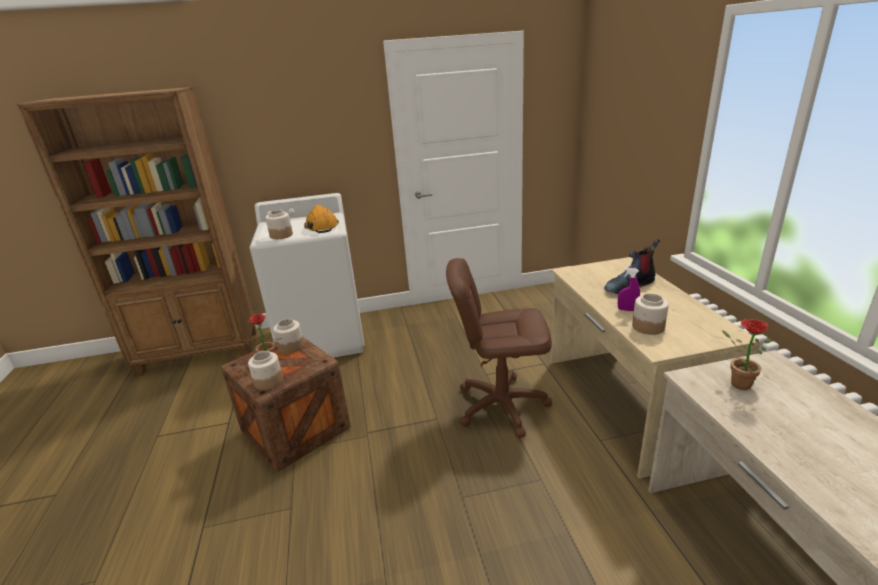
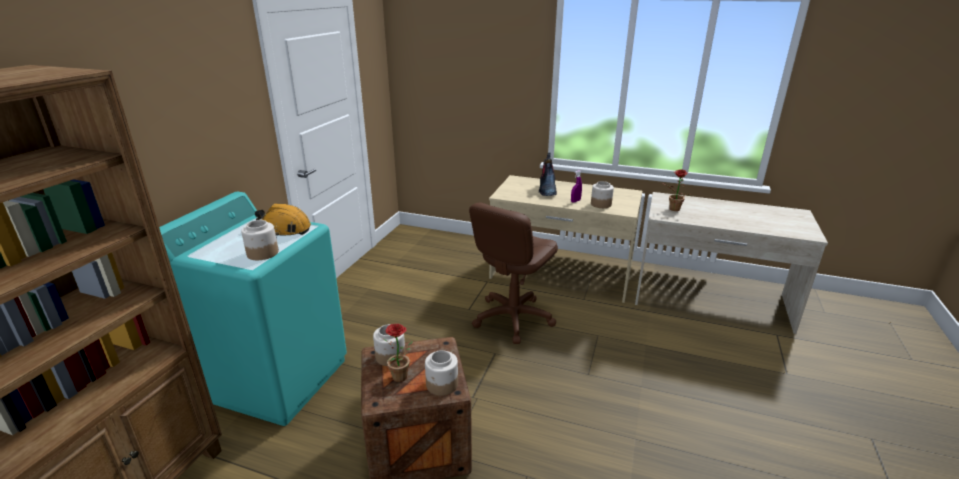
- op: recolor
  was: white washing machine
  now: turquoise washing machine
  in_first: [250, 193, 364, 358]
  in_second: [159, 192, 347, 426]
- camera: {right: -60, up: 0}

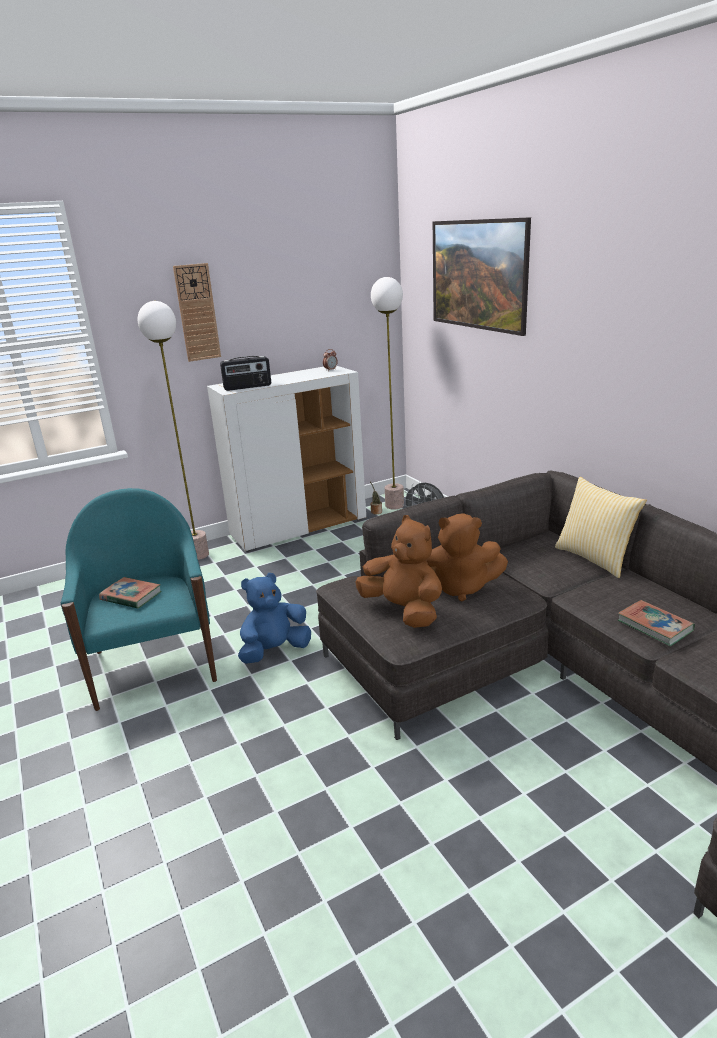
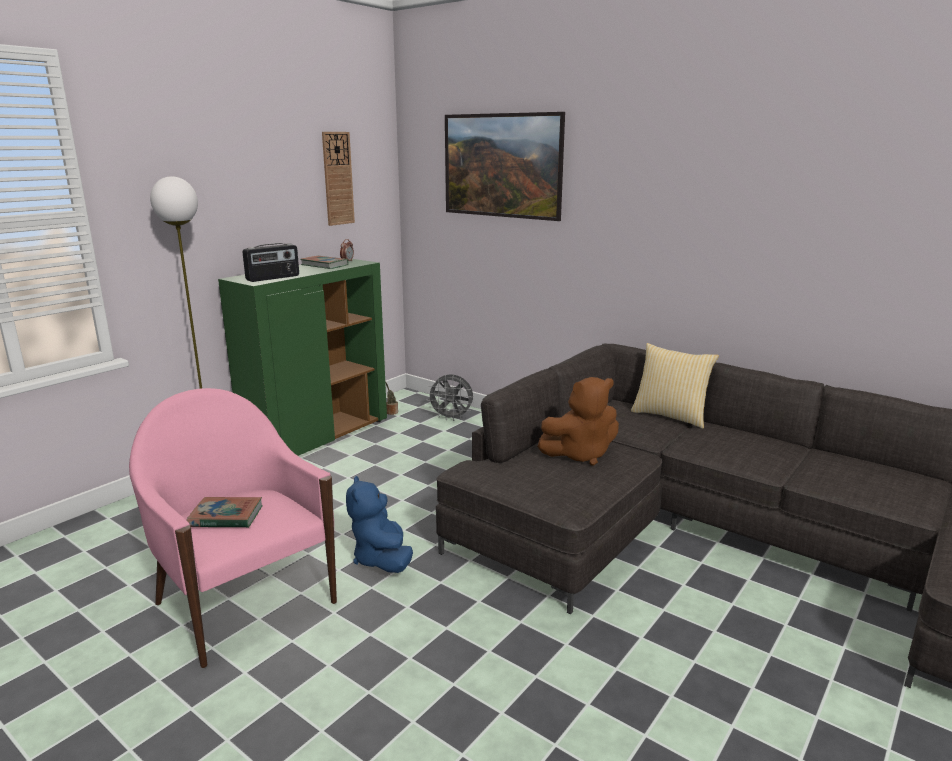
- op: recolor
  was: turquoise armchair
  now: pink armchair
  in_first: [61, 488, 217, 711]
  in_second: [129, 388, 337, 668]
- op: move
  was: wall clock
  in_first: [173, 263, 221, 362]
  in_second: [322, 132, 355, 226]
- op: recolor
  was: white cabinet
  now: green cabinet
  in_first: [207, 366, 366, 552]
  in_second: [218, 259, 387, 456]
- op: rotate
  was: blue plush toy
  in_first: [238, 573, 311, 664]
  in_second: [346, 476, 413, 573]
  clockwise: -45
- op: delete
  was: brown plush toy
  in_first: [355, 515, 442, 628]
- op: delete
  was: floor lamp
  in_first: [371, 277, 404, 509]
- op: move
  was: book
  in_first: [618, 600, 695, 646]
  in_second: [300, 256, 349, 269]
- camera: {right: -25, up: -5}

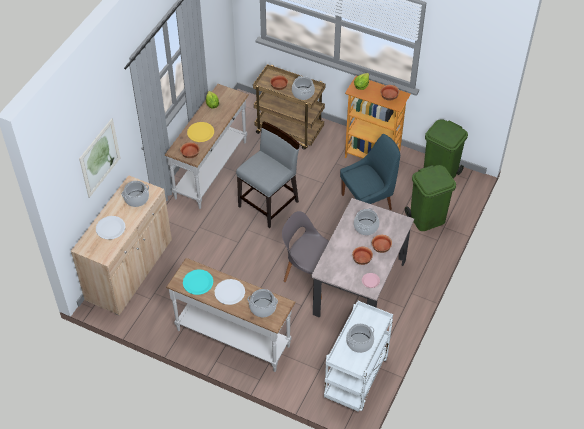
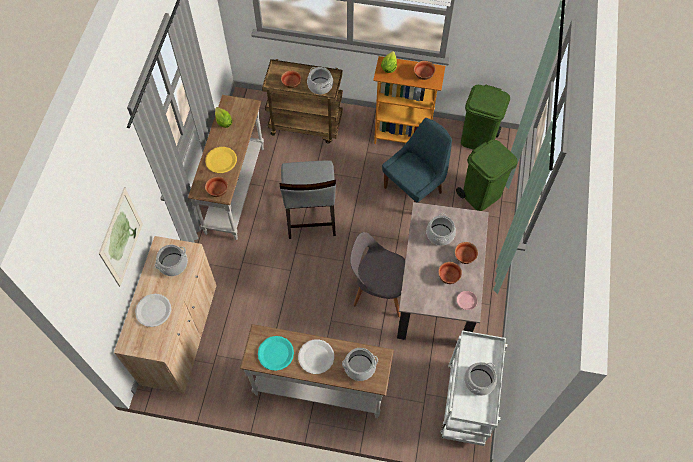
- op: rotate
  was: grey chair
  in_first: [236, 121, 300, 228]
  in_second: [280, 160, 336, 239]
  clockwise: 150
- camera: {right: -15, up: 10}

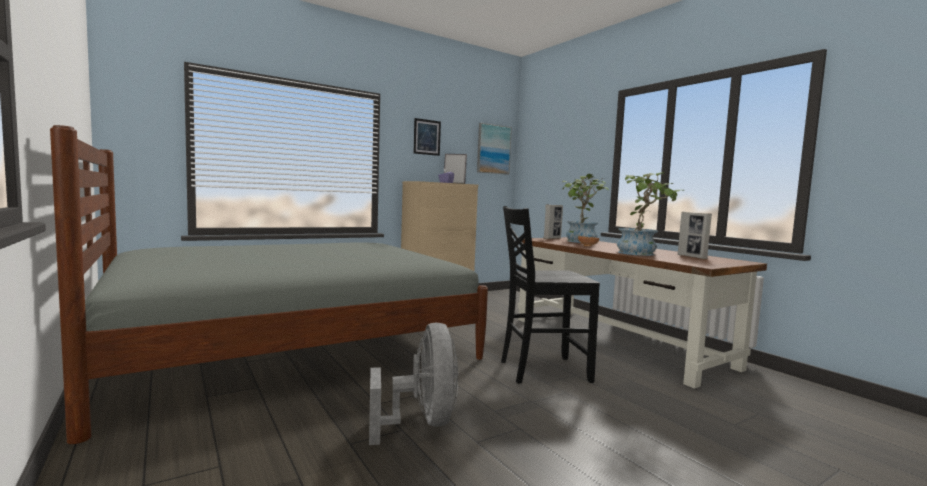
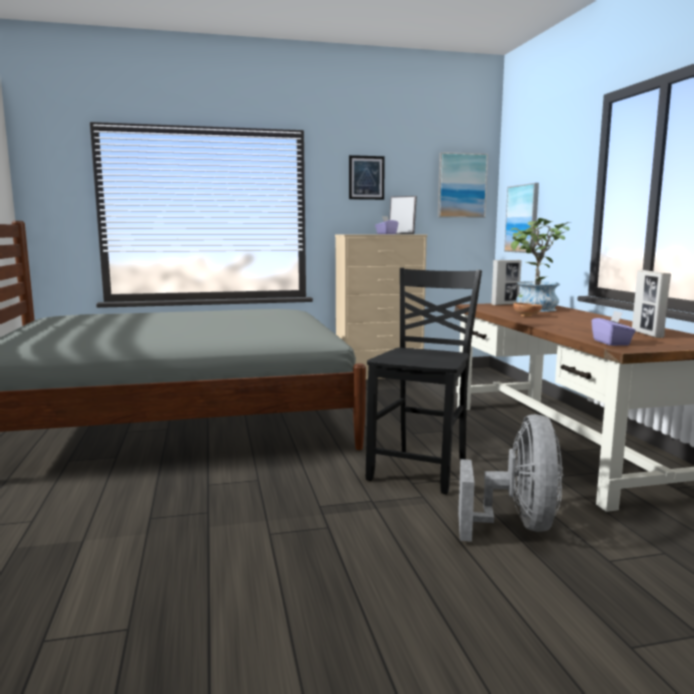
- op: move
  was: grey fan
  in_first: [369, 322, 459, 445]
  in_second: [458, 414, 563, 542]
- op: rotate
  was: black chair
  in_first: [501, 206, 600, 384]
  in_second: [366, 268, 482, 495]
  clockwise: 105
- op: delete
  was: potted plant
  in_first: [617, 172, 680, 256]
- op: insert
  now: picture
  in_second: [504, 183, 539, 253]
- op: insert
  now: purple tissue box
  in_second: [592, 311, 636, 346]
- camera: {right: 20, up: 5}

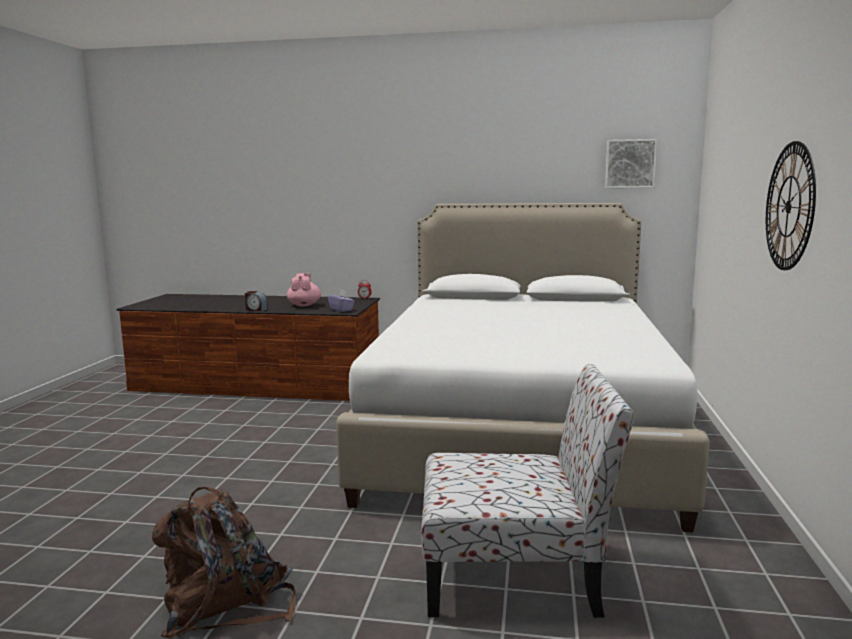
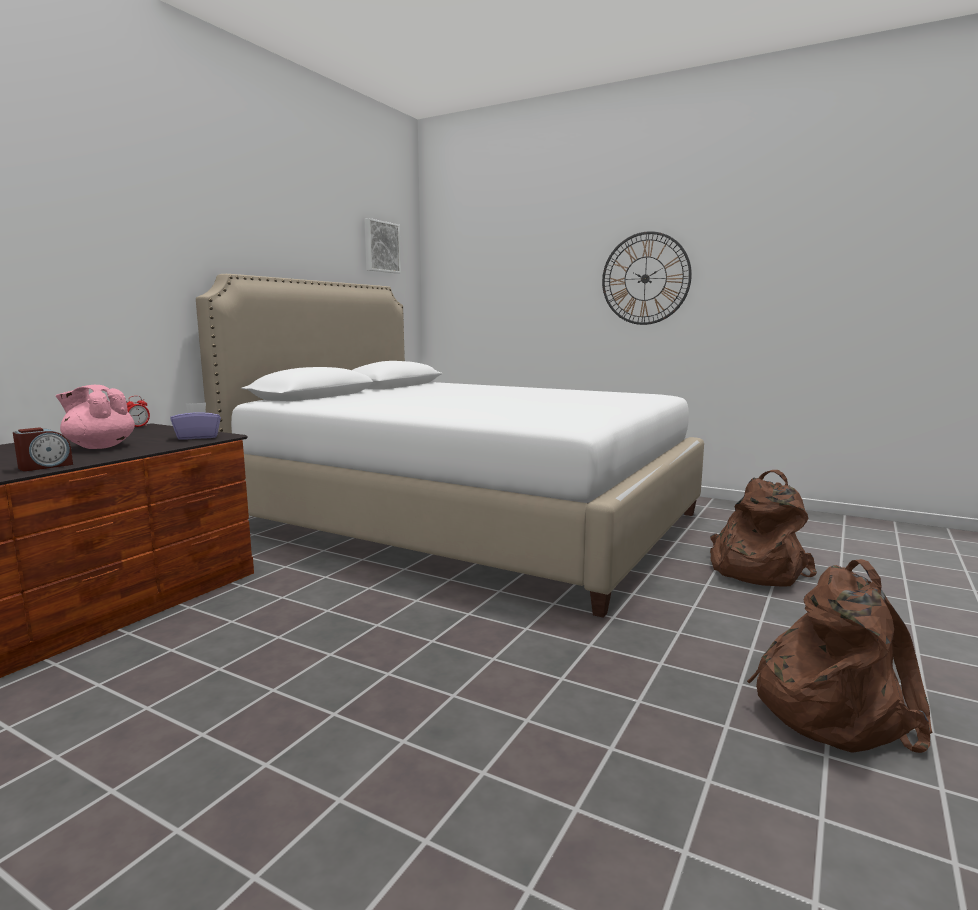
- op: replace
  was: chair
  now: brown backpack
  in_first: [421, 364, 634, 618]
  in_second: [710, 470, 817, 587]
- camera: {right: -70, up: 0}

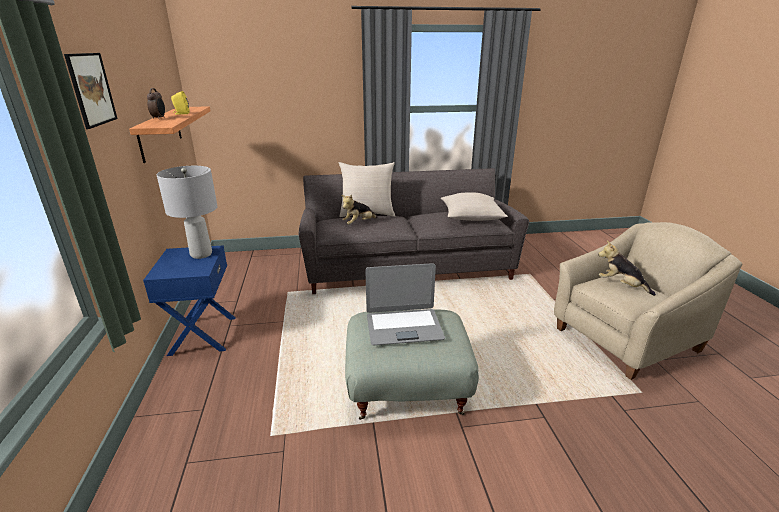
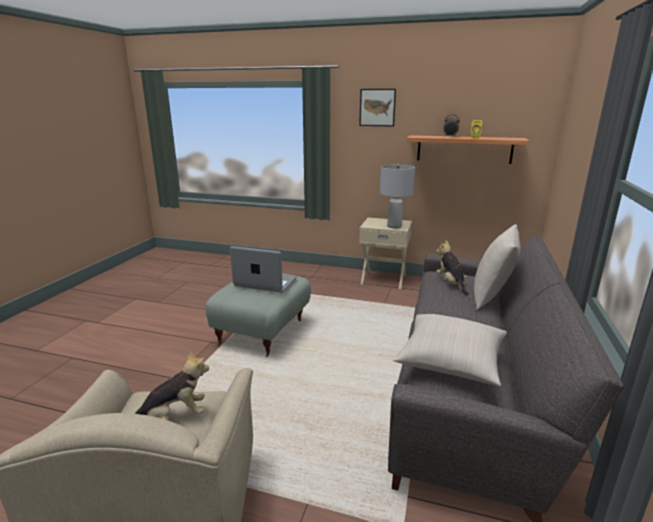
- op: recolor
  was: blue nightstand
  now: beige nightstand
  in_first: [143, 245, 236, 356]
  in_second: [359, 218, 412, 289]
- op: rotate
  was: laptop
  in_first: [365, 263, 445, 345]
  in_second: [230, 246, 297, 292]
  clockwise: 90
- camera: {right: 115, up: -5}

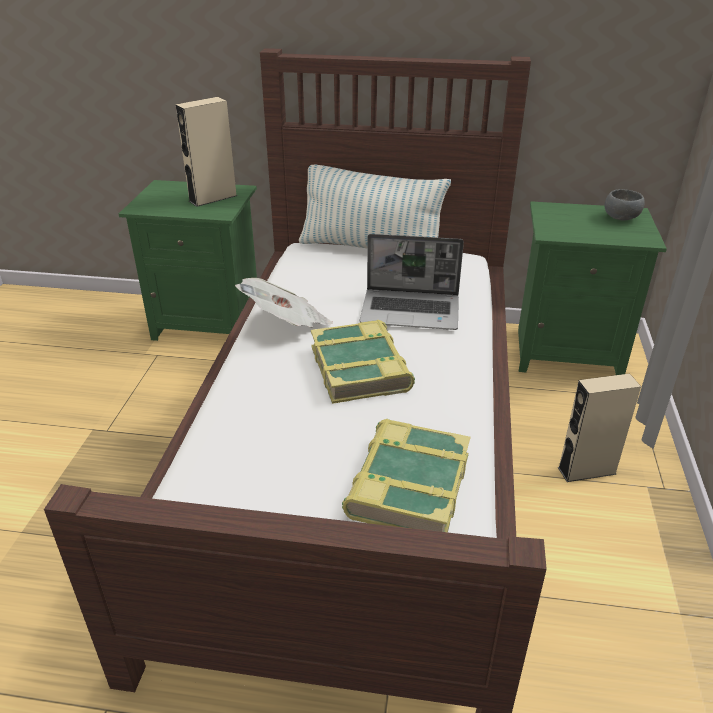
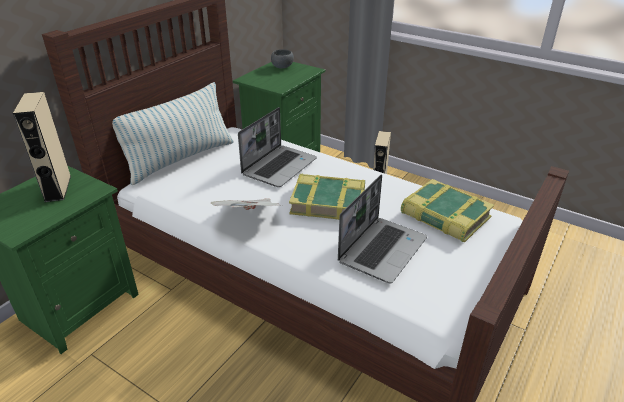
- op: insert
  now: laptop
  in_second: [338, 174, 427, 283]
- camera: {right: -65, up: 0}

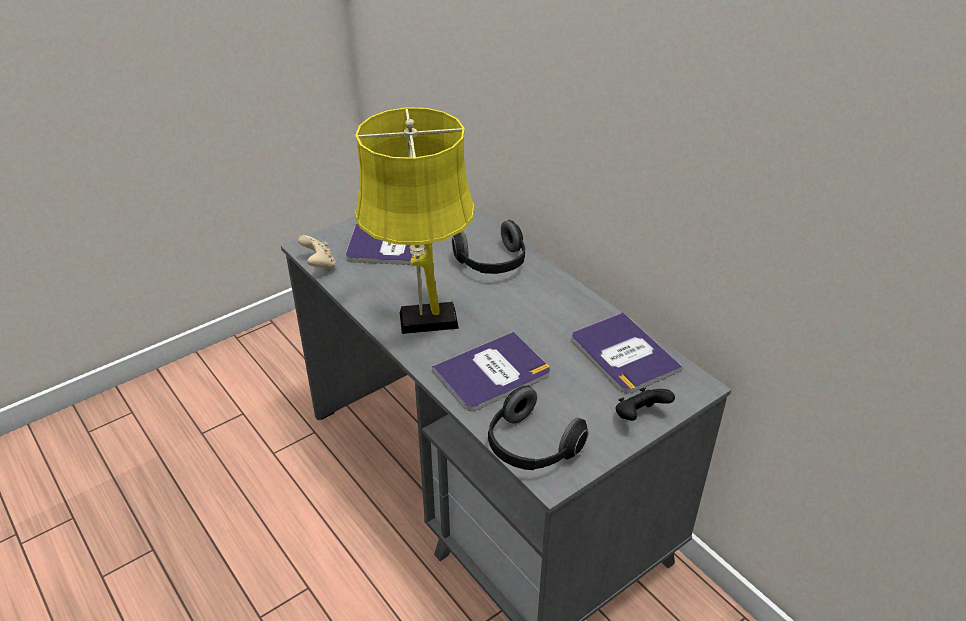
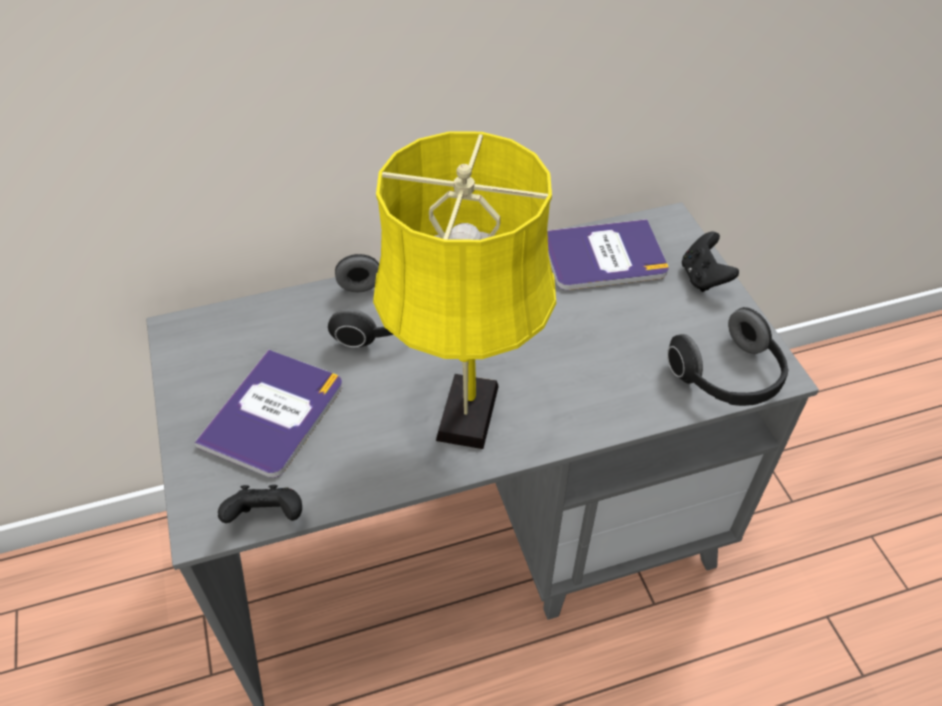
- op: recolor
  was: beige game controller
  now: black game controller
  in_first: [298, 235, 336, 272]
  in_second: [218, 485, 302, 523]
- op: delete
  was: book
  in_first: [432, 332, 550, 411]
- camera: {right: -70, up: 10}

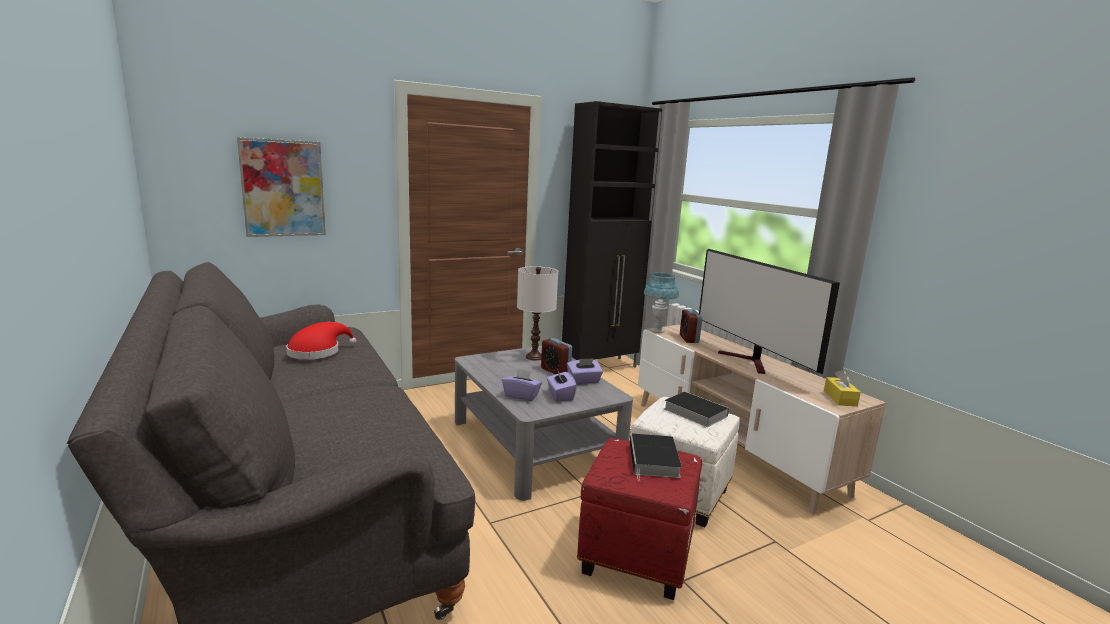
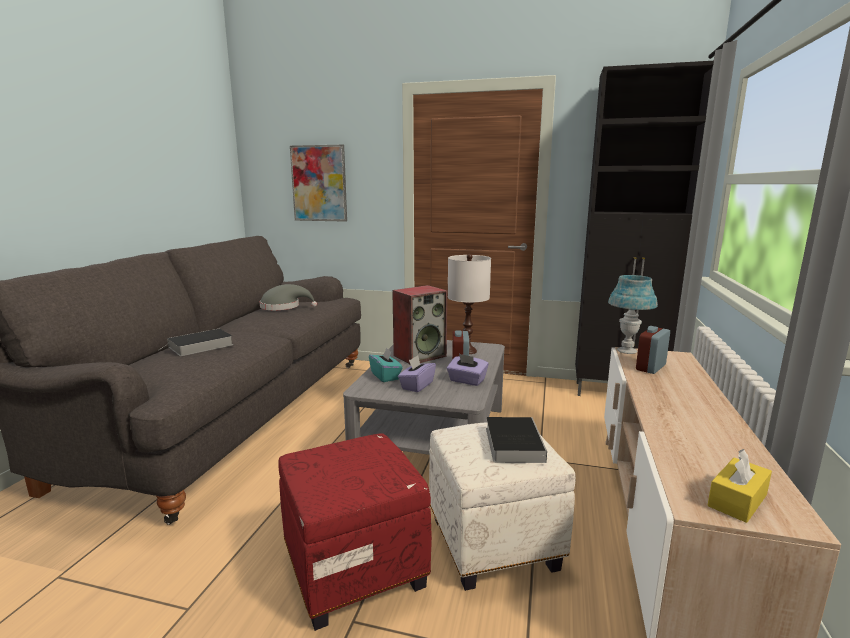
- op: recolor
  was: red hat
  now: grey hat
  in_first: [286, 322, 357, 360]
  in_second: [259, 284, 317, 310]
- op: recolor
  was: purple tissue box
  now: turquoise tissue box
  in_first: [502, 368, 542, 401]
  in_second: [369, 347, 403, 382]
- op: move
  was: book
  in_first: [630, 434, 682, 482]
  in_second: [159, 329, 233, 356]
- op: delete
  was: television
  in_first: [699, 249, 840, 374]
- op: insert
  now: speaker
  in_second: [392, 285, 447, 365]
- camera: {right: 45, up: 0}

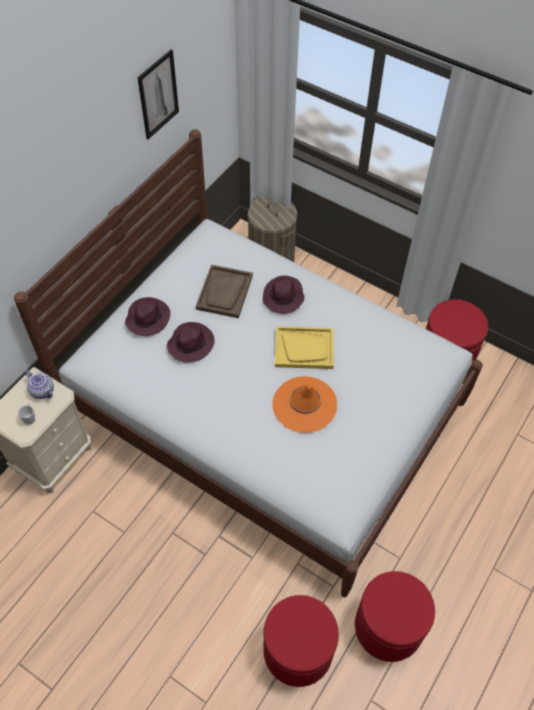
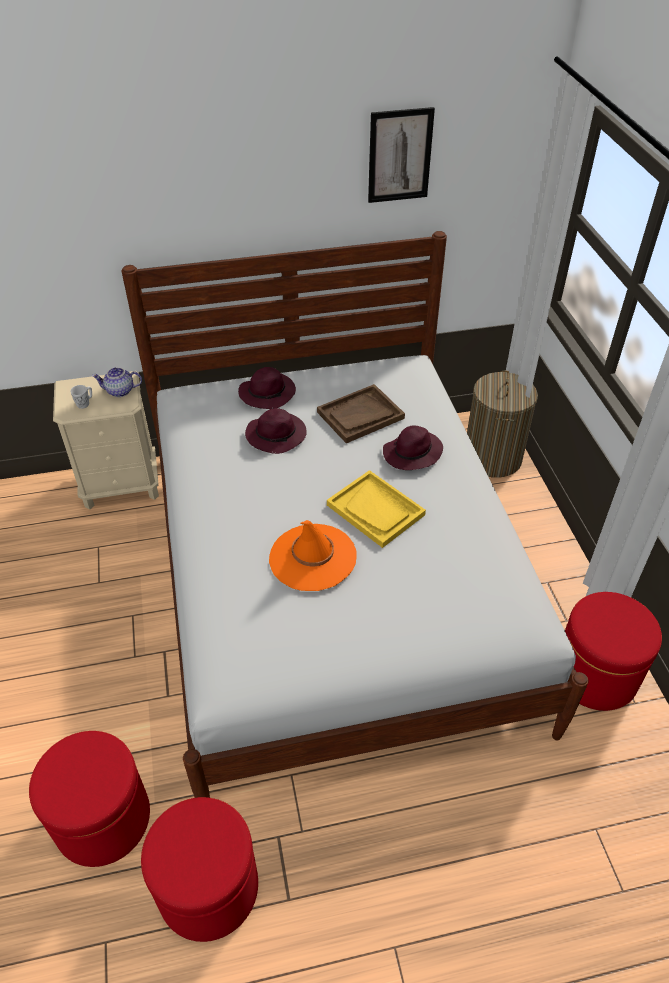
- op: rotate
  was: teapot
  in_first: [25, 370, 54, 399]
  in_second: [92, 367, 142, 397]
  clockwise: 90
- camera: {right: 45, up: -10}

